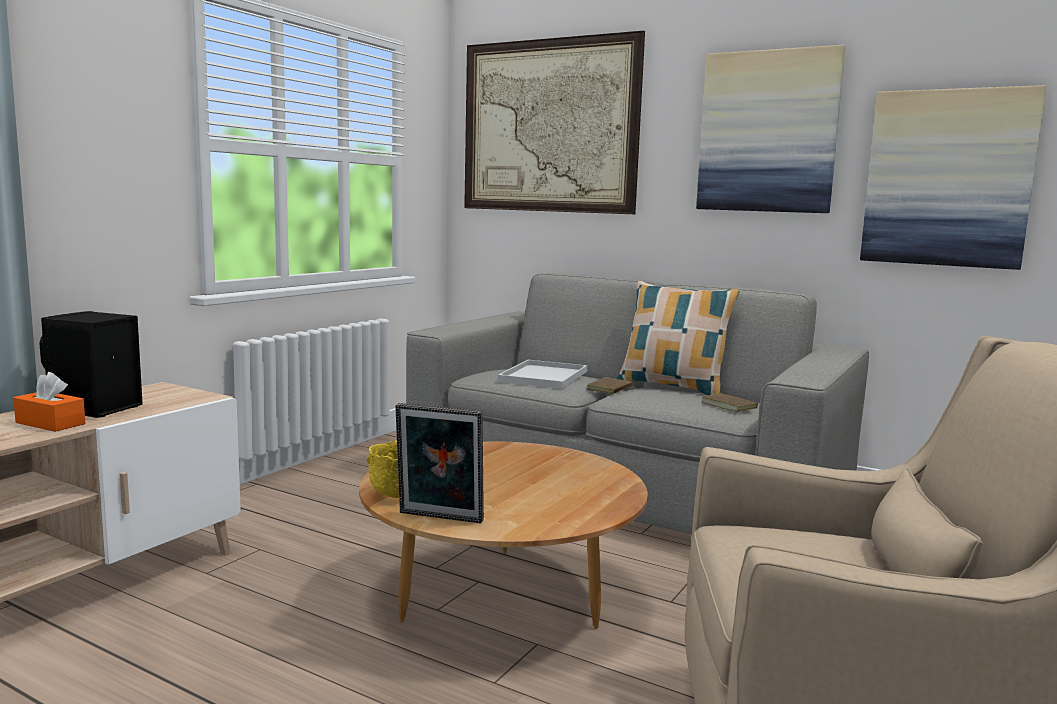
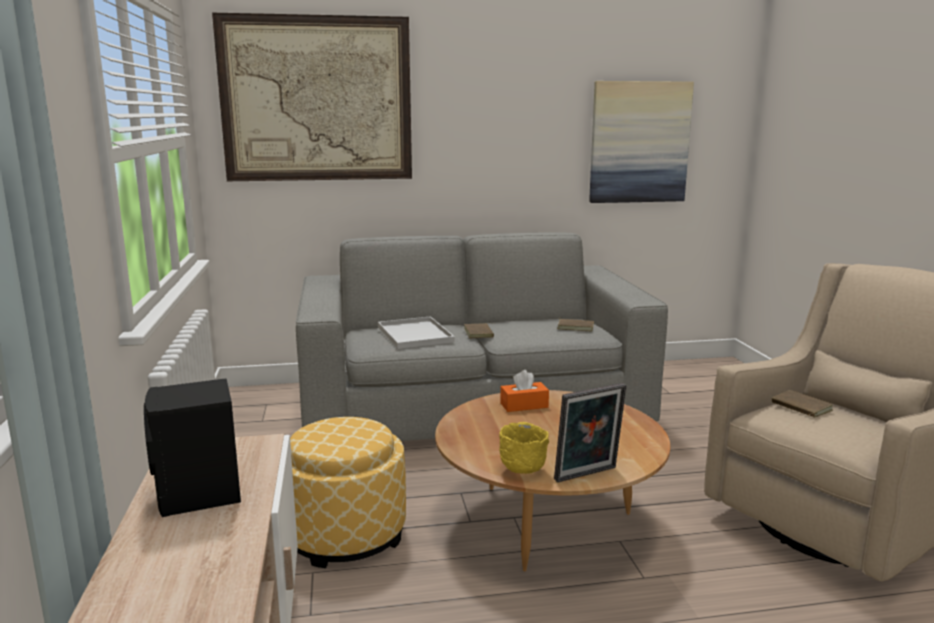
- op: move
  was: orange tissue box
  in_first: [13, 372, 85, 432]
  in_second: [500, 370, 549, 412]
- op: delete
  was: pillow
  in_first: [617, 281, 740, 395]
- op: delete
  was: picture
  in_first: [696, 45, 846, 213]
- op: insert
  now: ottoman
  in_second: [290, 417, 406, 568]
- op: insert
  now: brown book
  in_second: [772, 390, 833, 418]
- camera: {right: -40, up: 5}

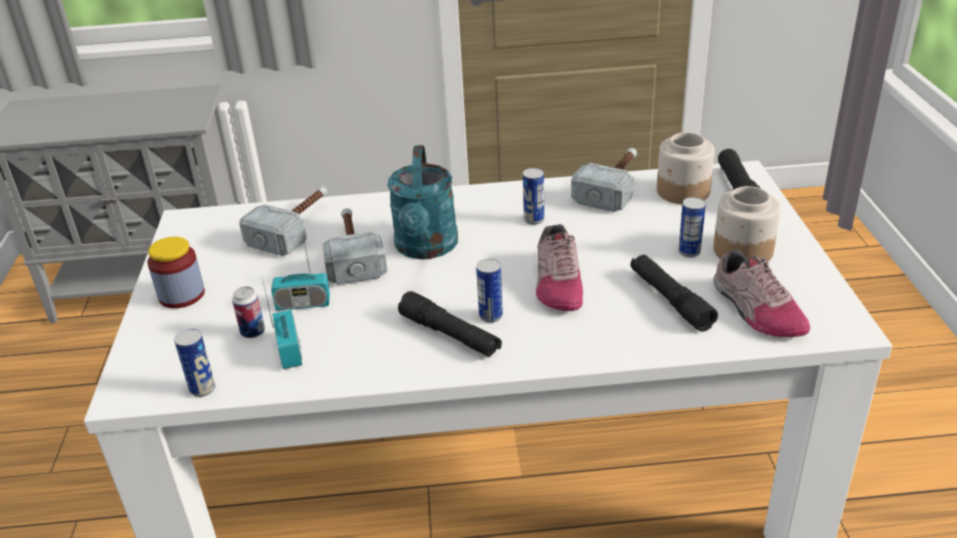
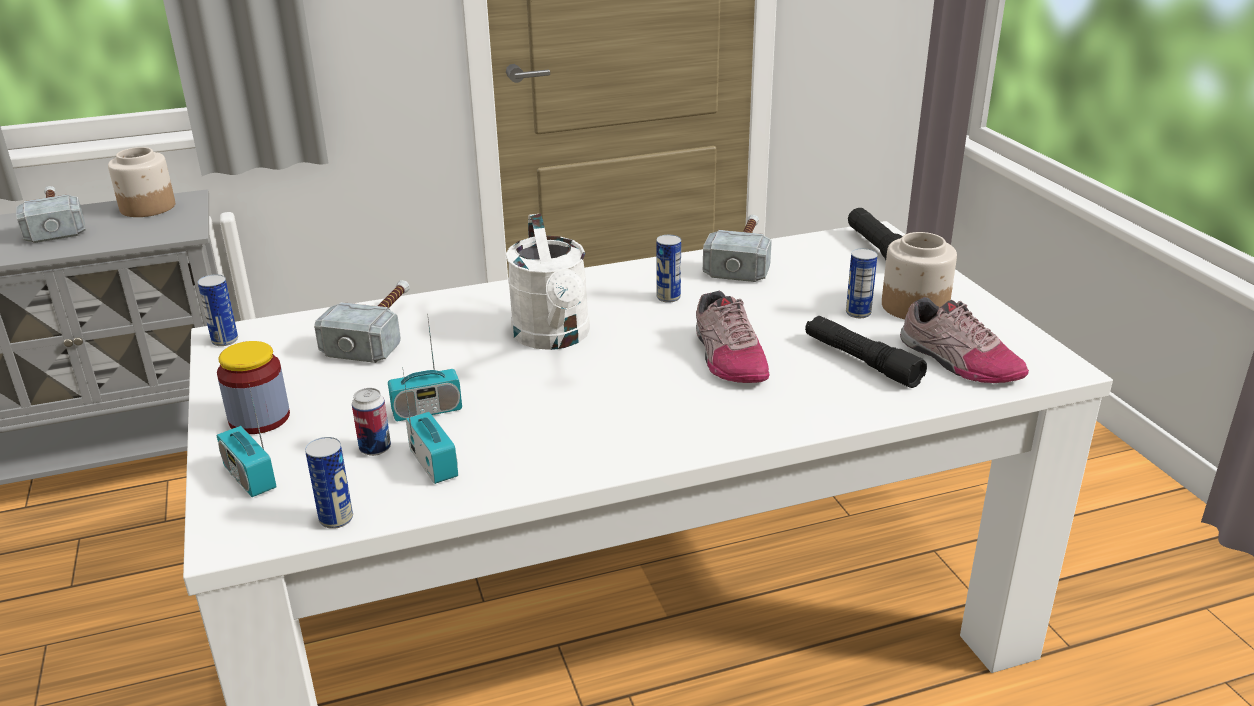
- op: move
  was: hammer
  in_first: [322, 208, 387, 285]
  in_second: [16, 186, 86, 243]
- op: recolor
  was: turquoise watering can
  now: white watering can
  in_first: [387, 145, 458, 259]
  in_second: [506, 214, 590, 350]
- op: delete
  was: black flashlight
  in_first: [398, 291, 502, 357]
- op: move
  was: can
  in_first: [476, 258, 503, 323]
  in_second: [198, 274, 238, 346]
- op: move
  was: jar
  in_first: [657, 132, 715, 204]
  in_second: [108, 147, 175, 217]
- op: insert
  now: radio
  in_second: [217, 384, 277, 497]
- camera: {right: -15, up: -5}

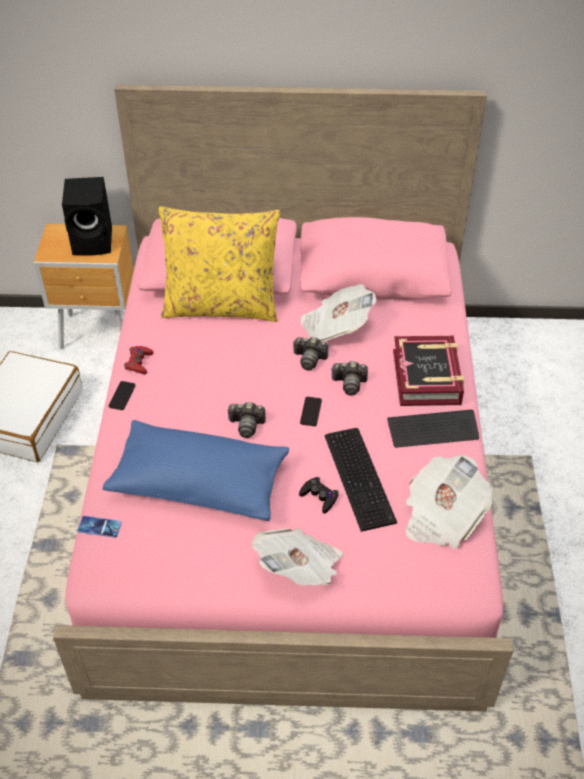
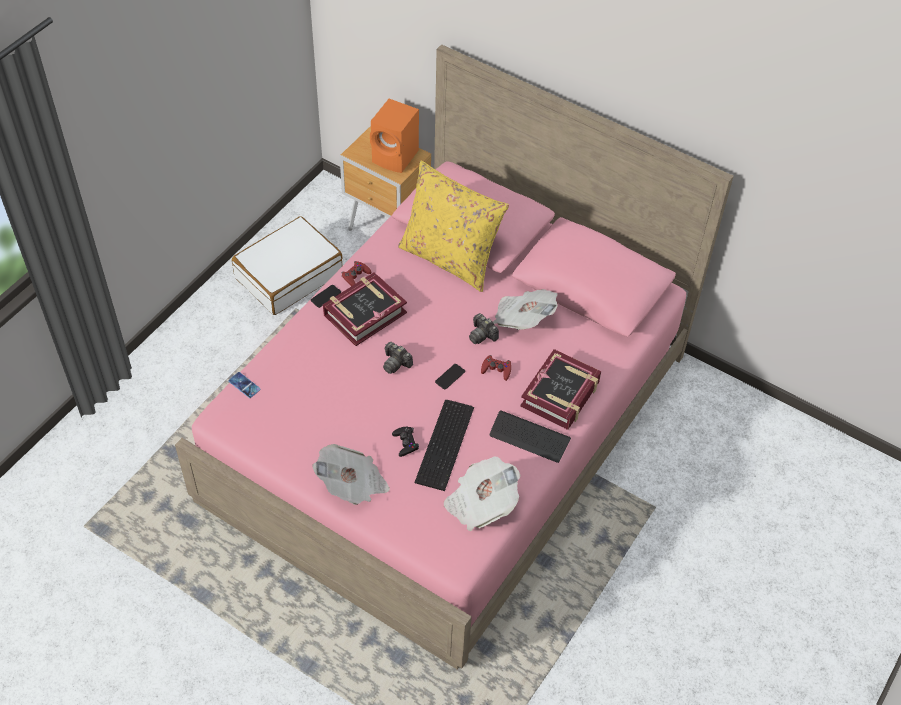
- op: recolor
  was: black speaker
  now: orange speaker
  in_first: [62, 177, 112, 256]
  in_second: [370, 99, 419, 173]
- op: delete
  was: blue pillow
  in_first: [103, 420, 289, 521]
- op: replace
  was: photo camera
  now: red game controller
  in_first: [331, 361, 368, 395]
  in_second: [481, 355, 511, 381]
- op: insert
  now: book
  in_second: [323, 272, 407, 346]
- camera: {right: 30, up: 5}

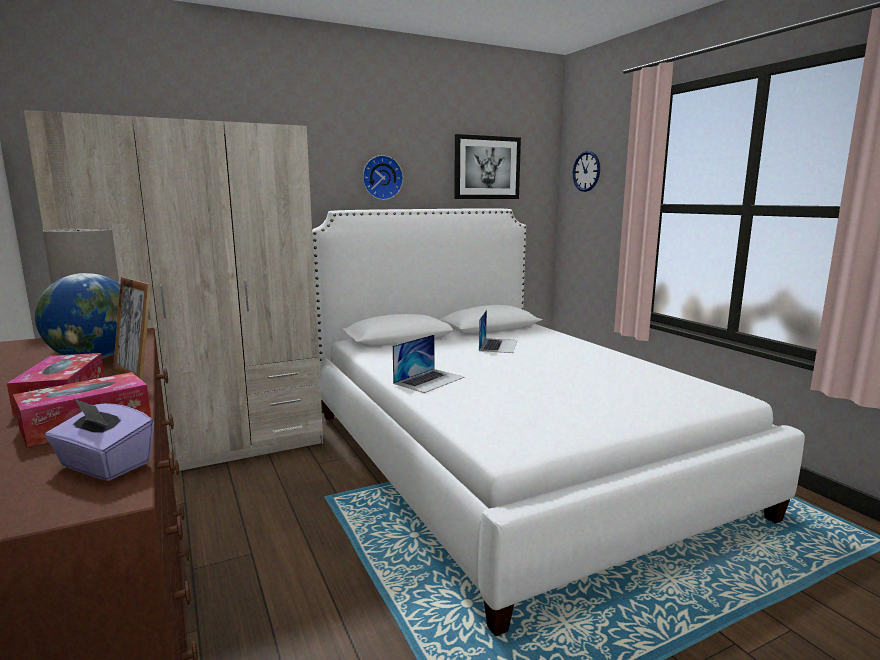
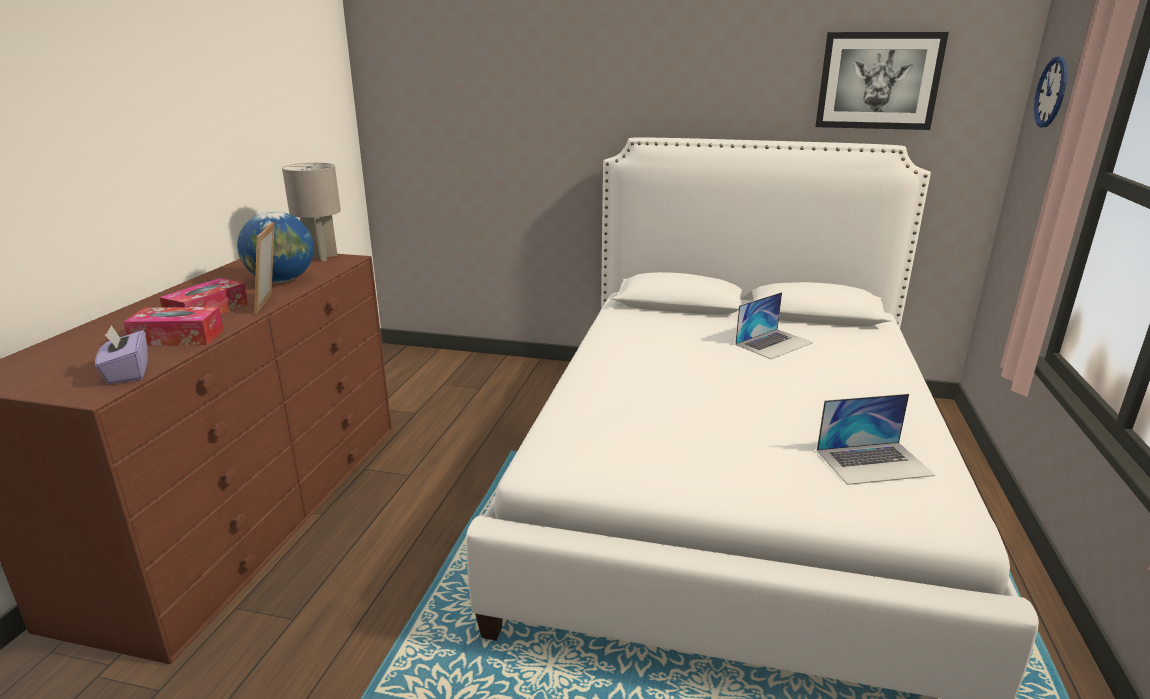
- op: delete
  was: beige wardrobe
  in_first: [24, 110, 323, 472]
- op: delete
  was: wall clock
  in_first: [362, 155, 403, 200]
- op: move
  was: laptop
  in_first: [393, 334, 465, 393]
  in_second: [817, 394, 935, 485]
- camera: {right: 40, up: 10}

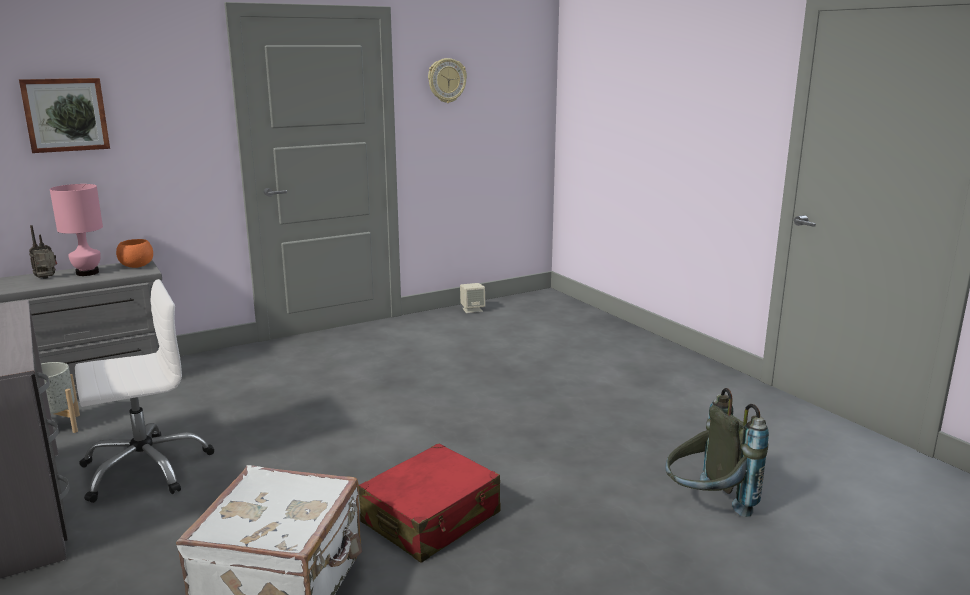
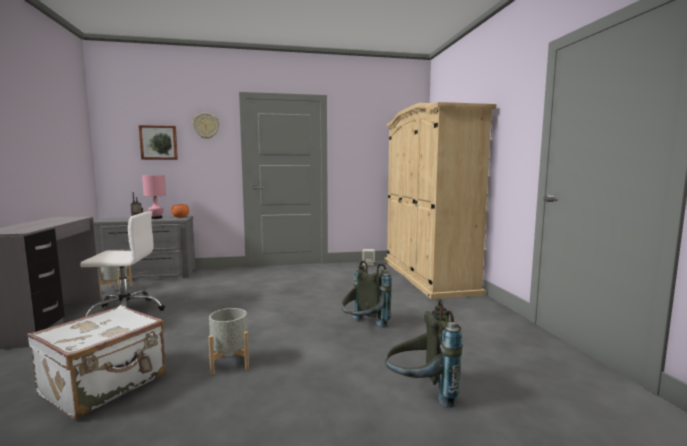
- op: replace
  was: red suitcase
  now: grey planter
  in_first: [359, 443, 501, 563]
  in_second: [208, 308, 249, 375]
- op: move
  was: wall clock
  in_first: [428, 58, 467, 103]
  in_second: [193, 113, 219, 139]
- op: insert
  now: grey backpack
  in_second: [341, 261, 392, 328]
- op: insert
  now: beige wardrobe
  in_second: [385, 102, 496, 299]
- camera: {right: 20, up: -10}

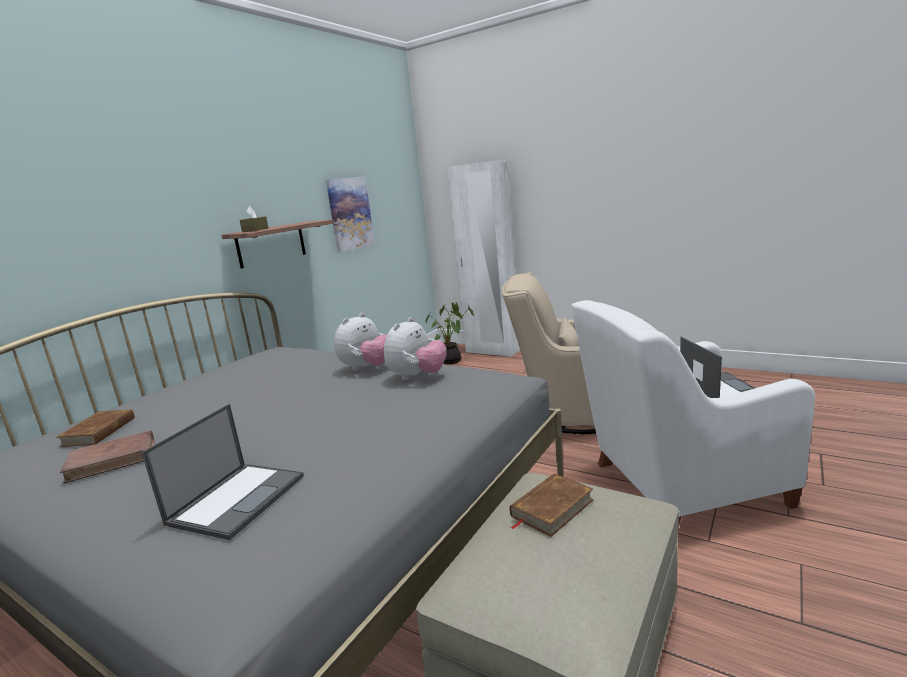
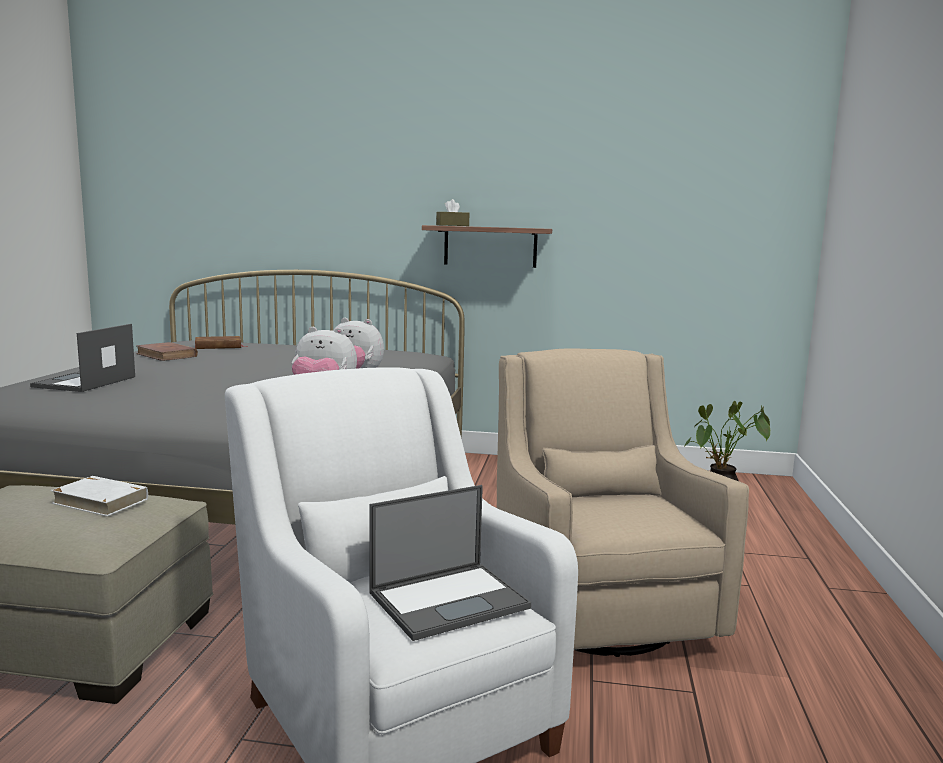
- op: rotate
  was: laptop
  in_first: [141, 404, 304, 540]
  in_second: [30, 324, 135, 392]
  clockwise: 105
- op: delete
  was: picture
  in_first: [326, 177, 375, 252]
- op: delete
  was: white wardrobe
  in_first: [447, 160, 520, 357]
- op: recolor
  was: brown book
  now: white book
  in_first: [510, 473, 593, 537]
  in_second: [50, 476, 148, 516]
- camera: {right: 65, up: -5}

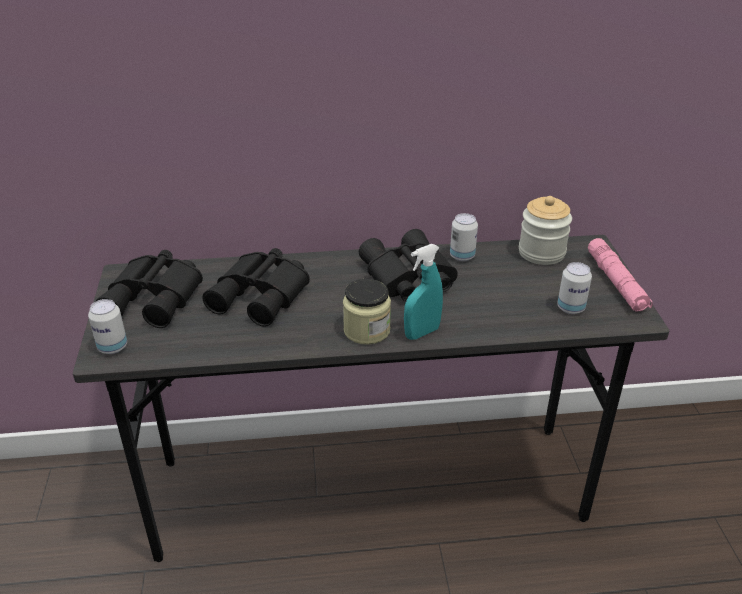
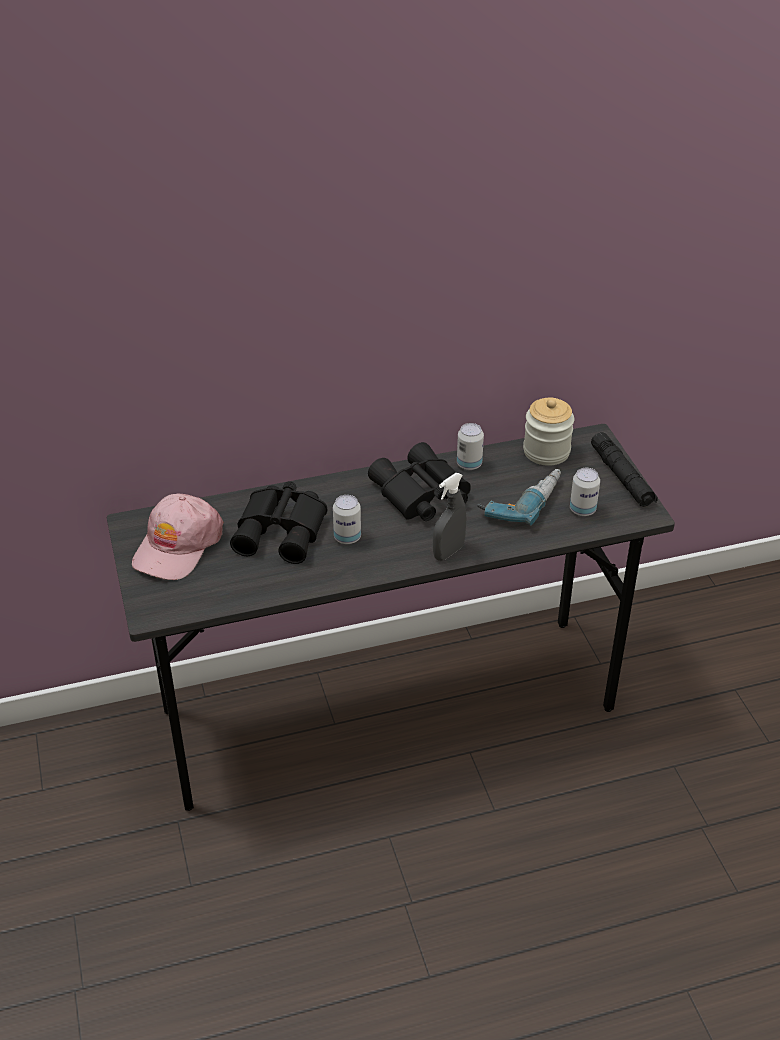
- op: move
  was: can
  in_first: [88, 299, 127, 354]
  in_second: [333, 495, 361, 544]
- op: replace
  was: black binoculars
  now: pink cap
  in_first: [95, 250, 203, 328]
  in_second: [132, 494, 223, 580]
- op: delete
  was: jar
  in_first: [343, 279, 391, 345]
- op: recolor
  was: turquoise spray bottle
  now: grey spray bottle
  in_first: [404, 244, 443, 340]
  in_second: [433, 473, 466, 561]
- op: recolor
  was: pink flashlight
  now: black flashlight
  in_first: [588, 238, 653, 312]
  in_second: [591, 432, 658, 507]
- op: insert
  now: power drill
  in_second: [477, 469, 561, 526]
- camera: {right: -10, up: 5}

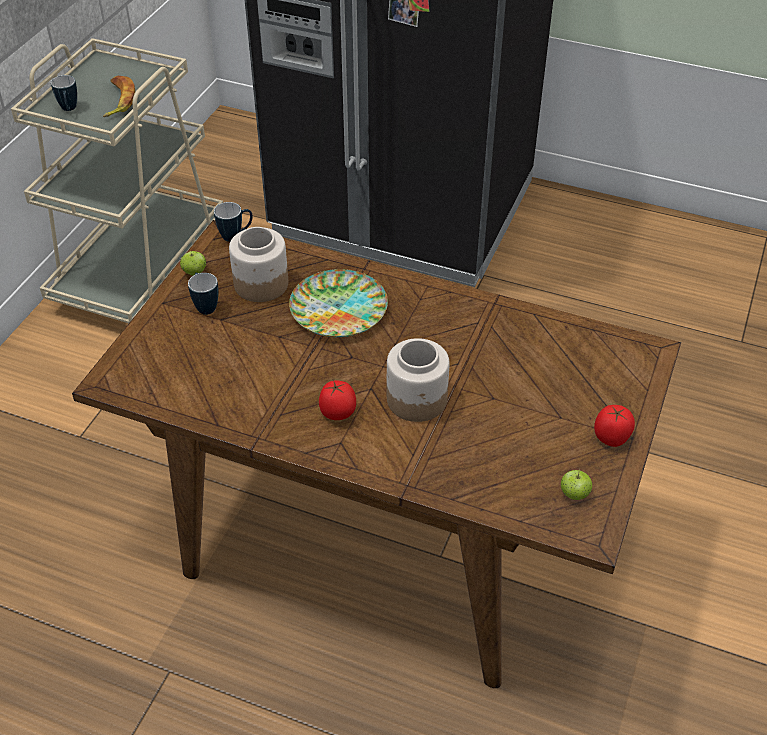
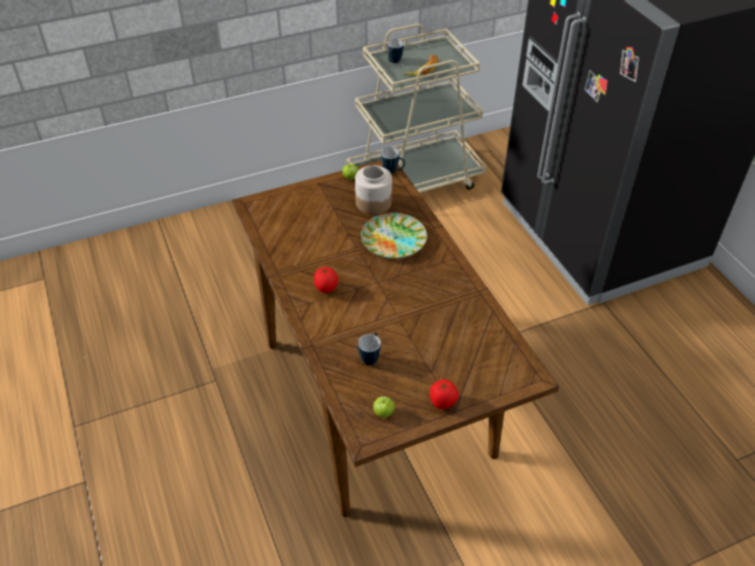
- op: move
  was: mug
  in_first: [188, 272, 218, 315]
  in_second: [358, 332, 381, 365]
- op: delete
  was: jar
  in_first: [387, 338, 450, 422]
- camera: {right: 45, up: 0}

